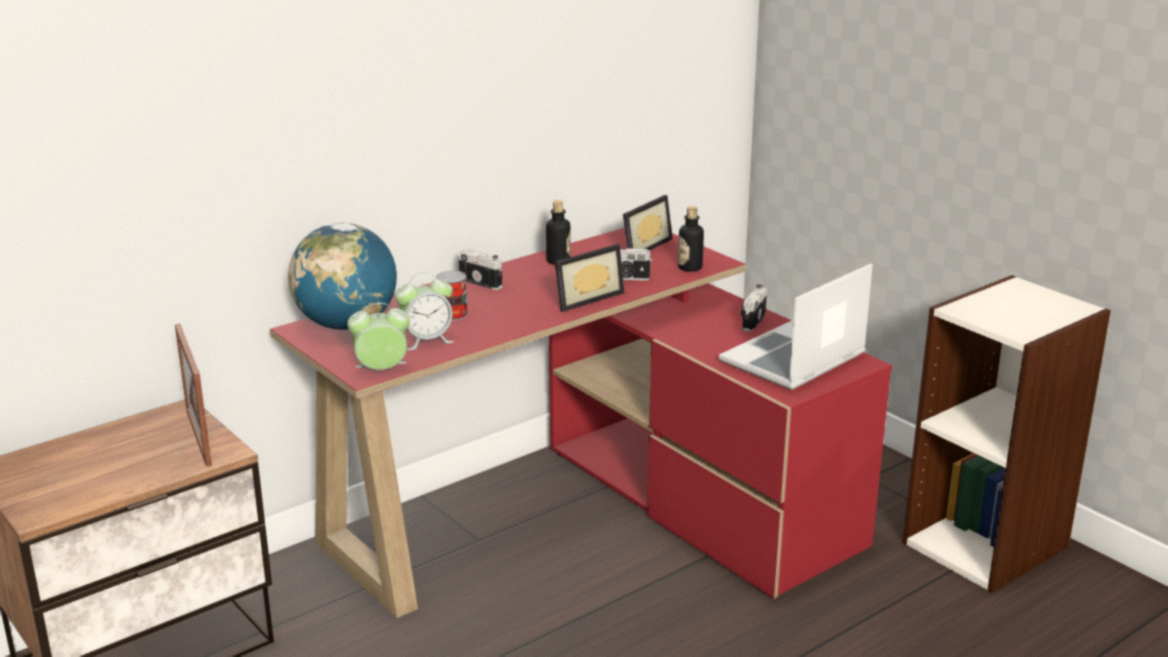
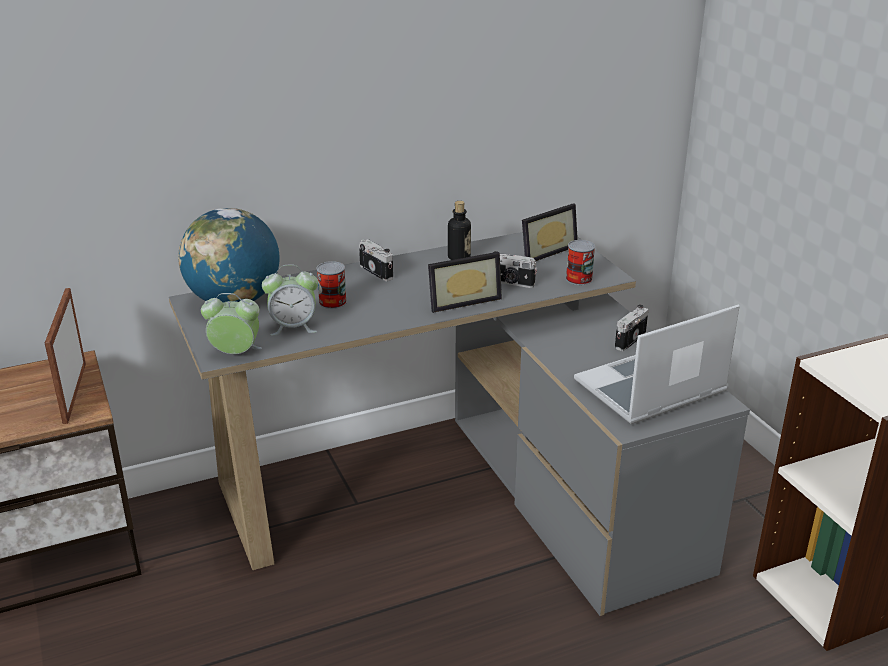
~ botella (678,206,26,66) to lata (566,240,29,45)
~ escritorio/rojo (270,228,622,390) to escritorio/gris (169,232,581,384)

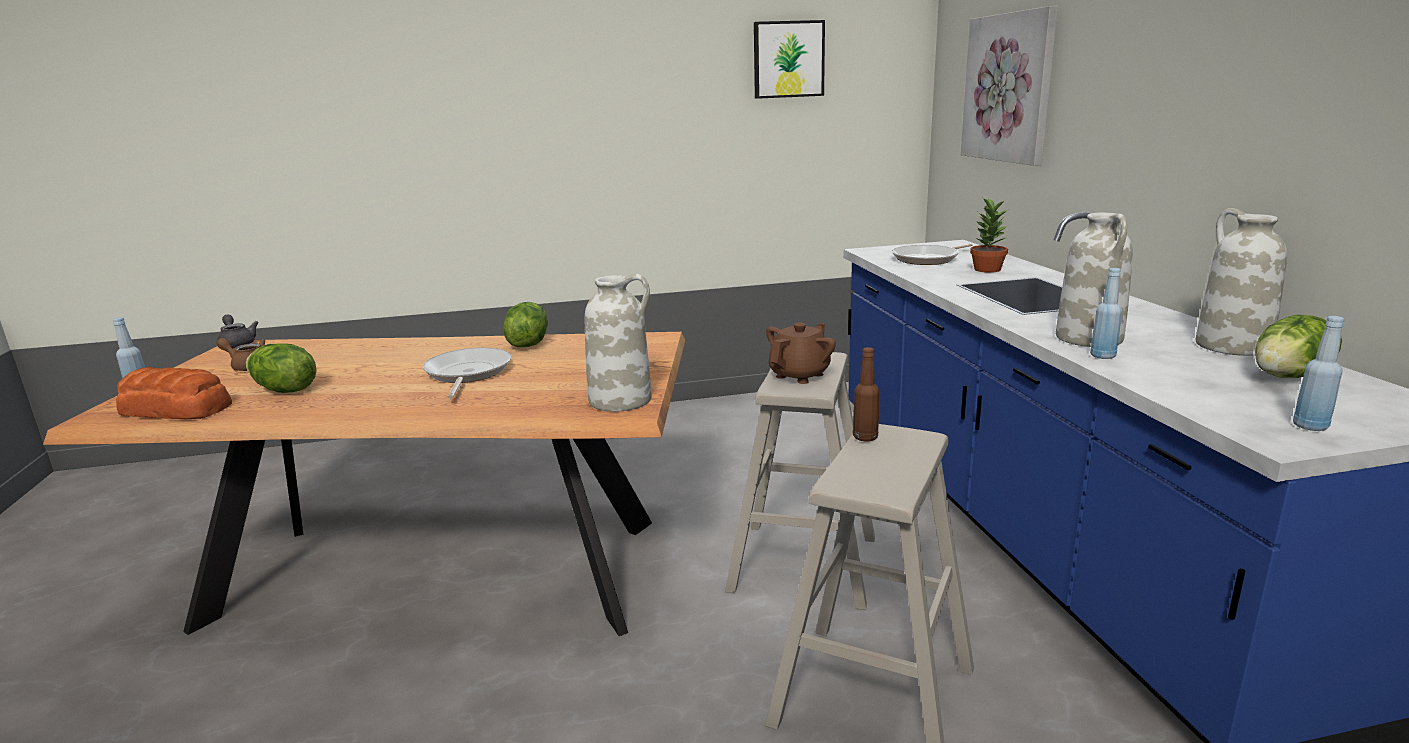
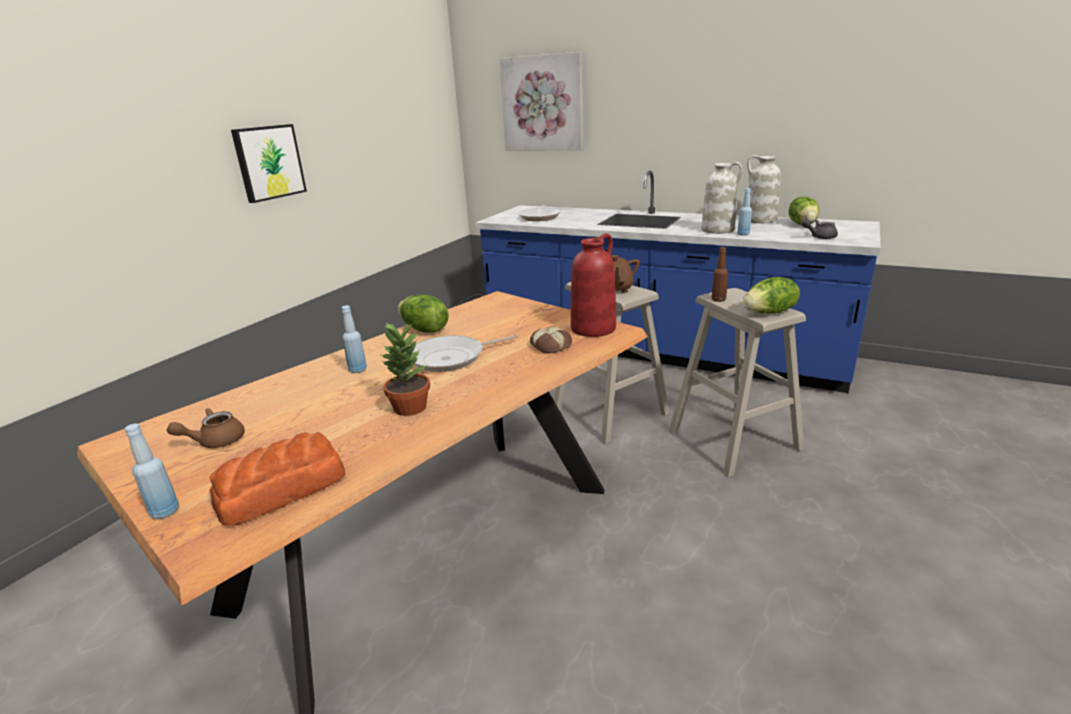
~ cuadro (754,20,71,79) to (231,124,76,79)
~ planta en maceta (970,198,38,75) to (379,322,51,94)
~ florero/blanco (585,274,67,138) to florero/rojo (571,233,45,104)
~ tetera/gris (217,314,42,35) to (801,219,37,20)
~ botella/azul (1293,316,52,115) to (341,305,26,68)
~ lechuga (246,343,71,50) to (743,277,57,37)
~ sartén (422,348,89,51) = (413,335,106,37) 60 degrees counterclockwise
+ pan (530,326,42,27)

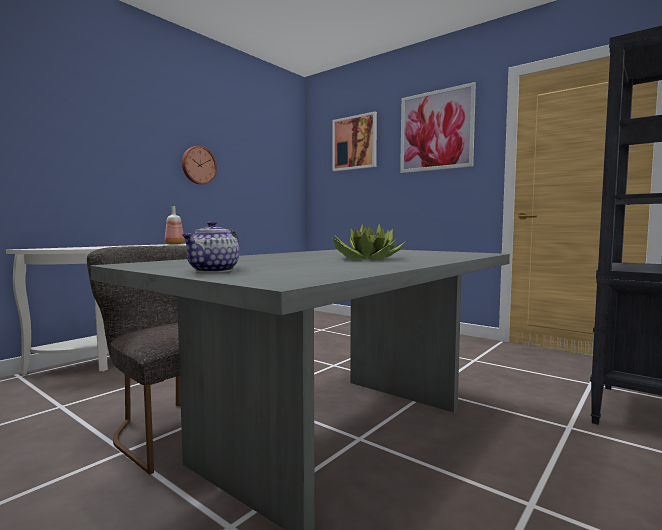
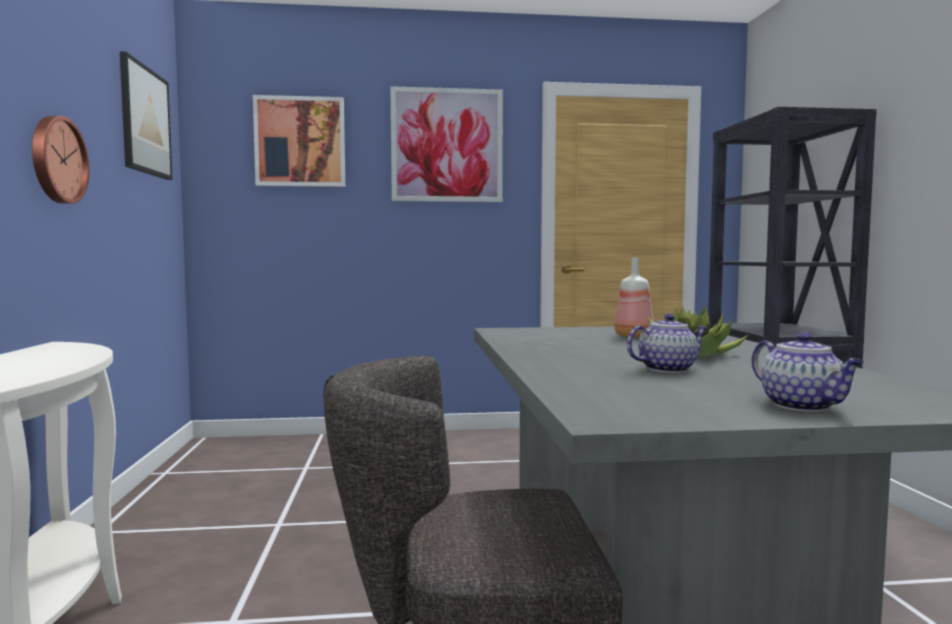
~ botella (165,206,19,39) to (614,257,40,81)
+ cuadro (120,51,53,129)
+ tetera (627,314,81,59)

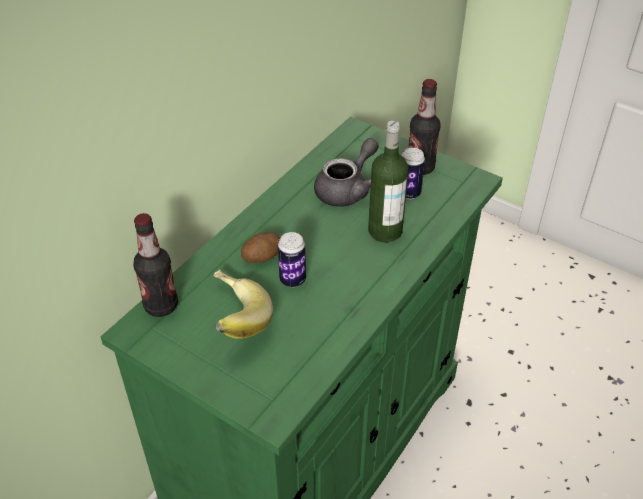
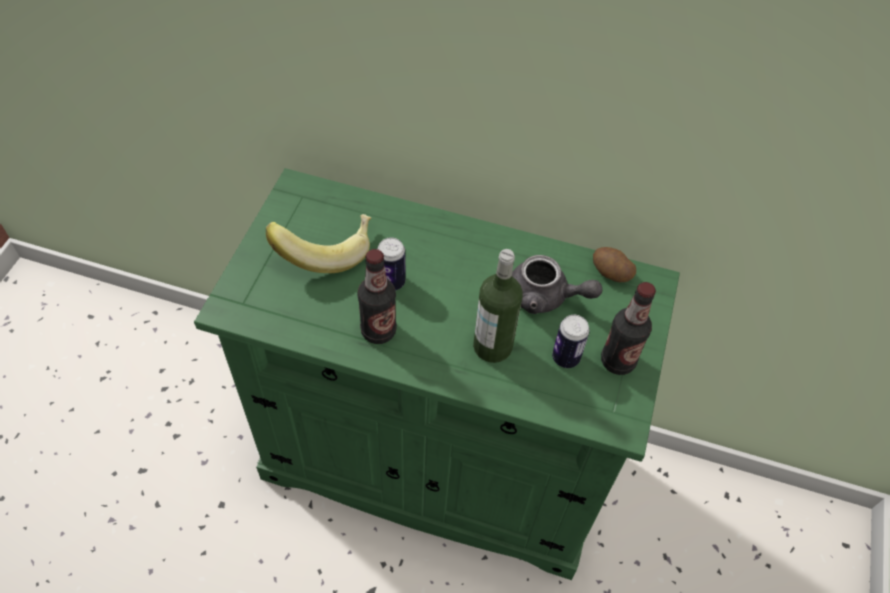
~ botella (133,213,45,104) to (357,249,40,95)
~ patata (241,232,39,31) to (593,247,43,35)

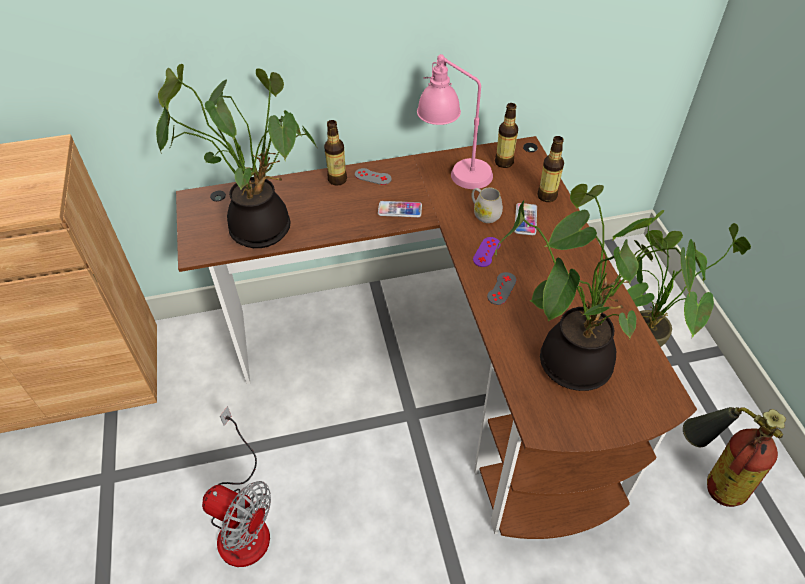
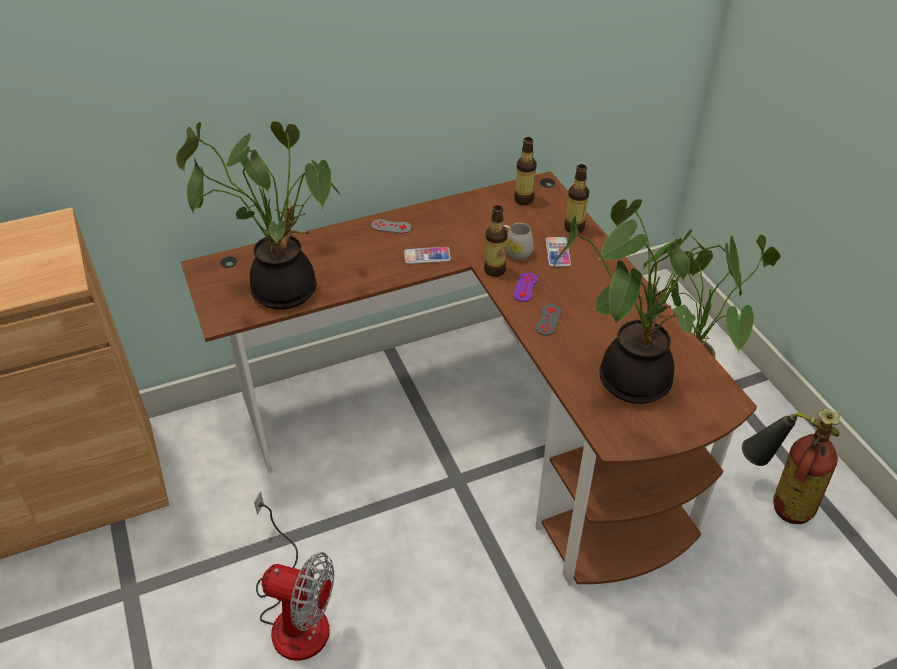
- lámpara de mesa/rosa (417,54,76,135)
~ botella (324,120,23,66) to (484,205,24,72)

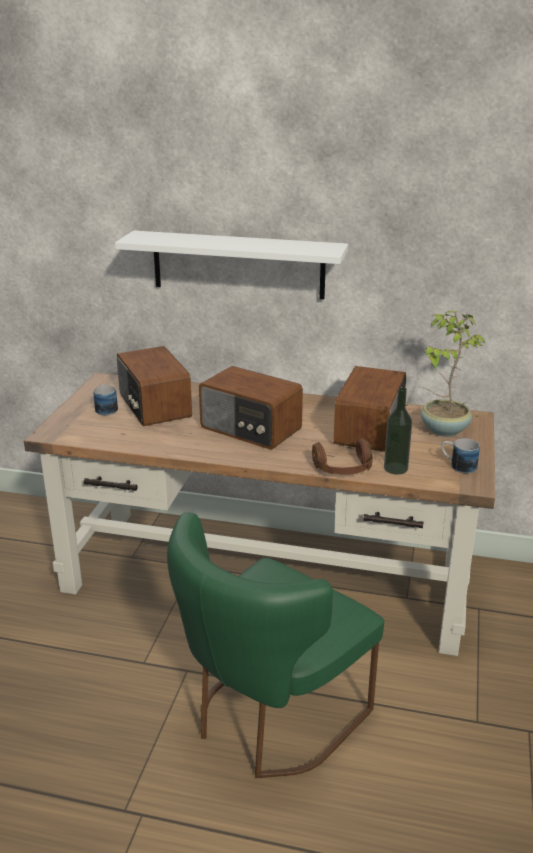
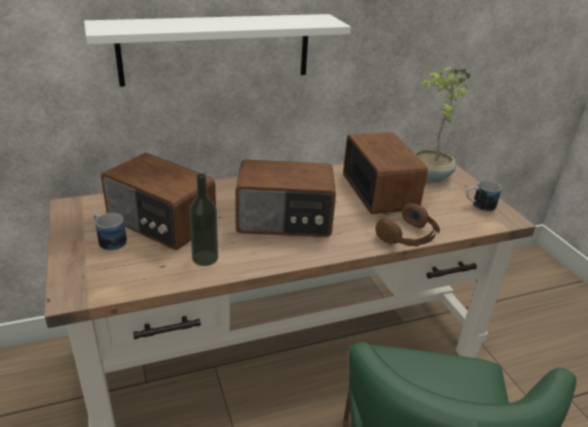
~ botella (384,387,28,88) to (189,173,29,93)

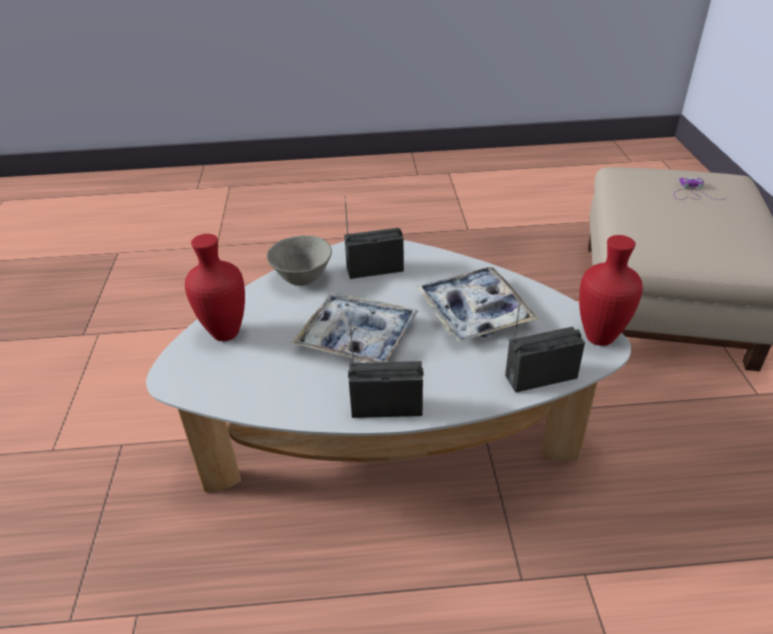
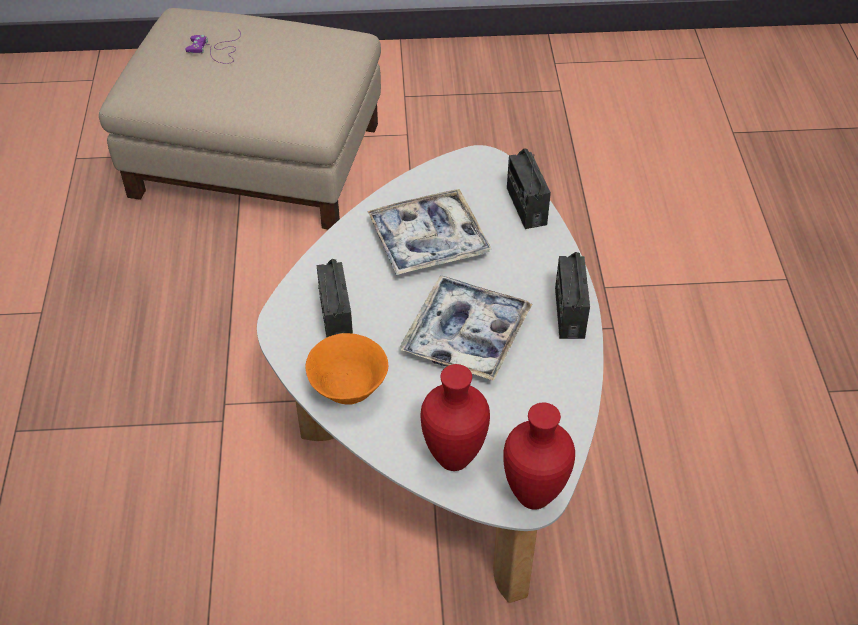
~ cuenco/gris (267,235,65,51) to cuenco/naranja (305,333,83,72)
~ florero/rojo (579,235,64,111) to (503,402,72,108)

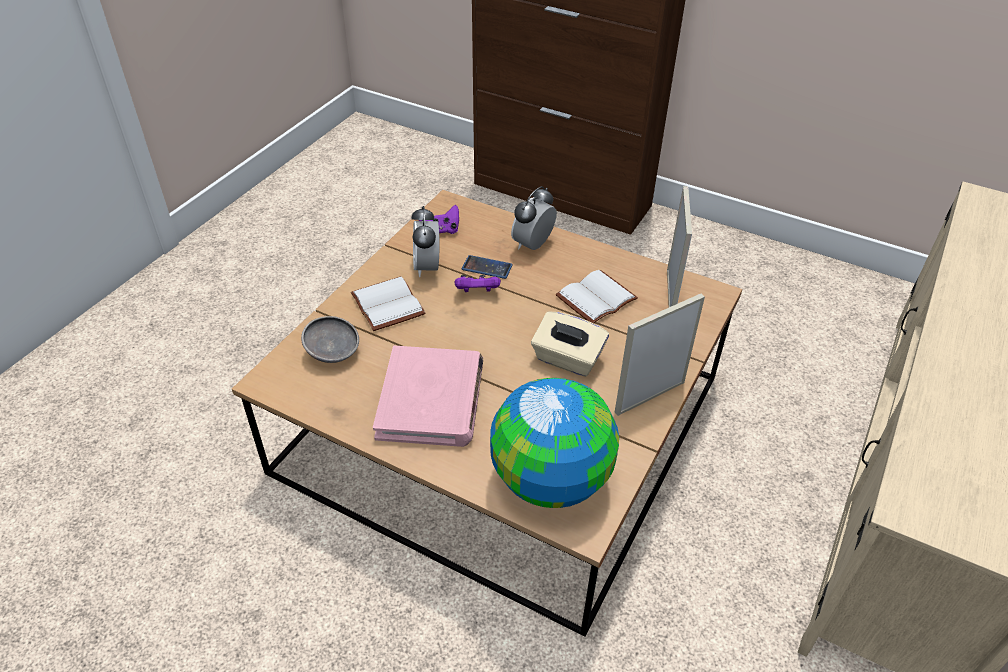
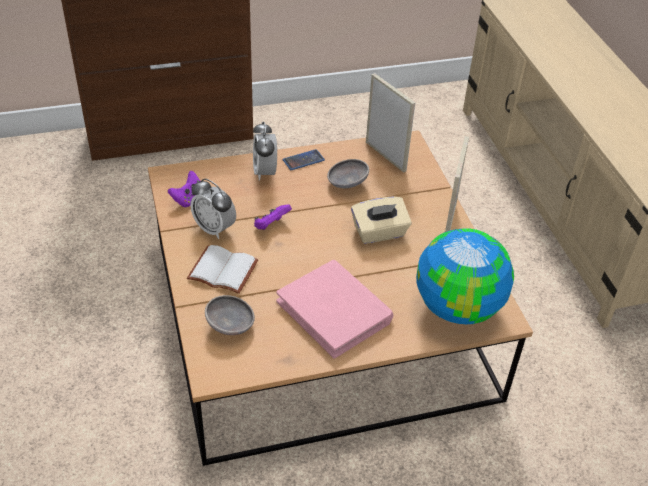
~ móvil (462,255,51,24) to (283,149,42,21)
~ libro/blanco (556,270,82,53) to cuenco/gris (327,159,42,29)

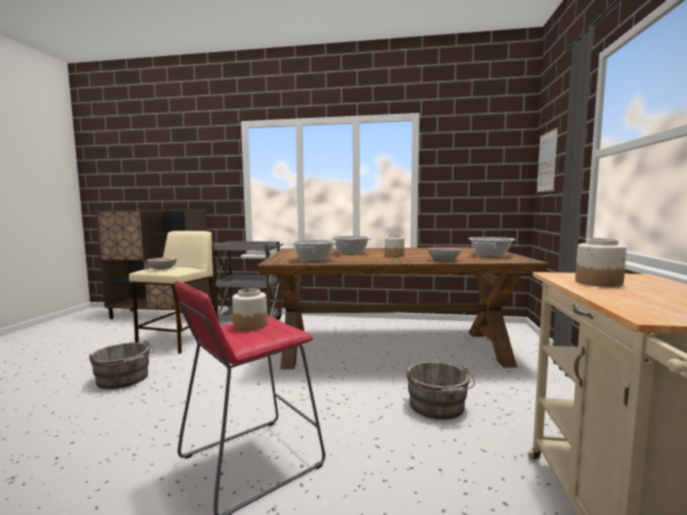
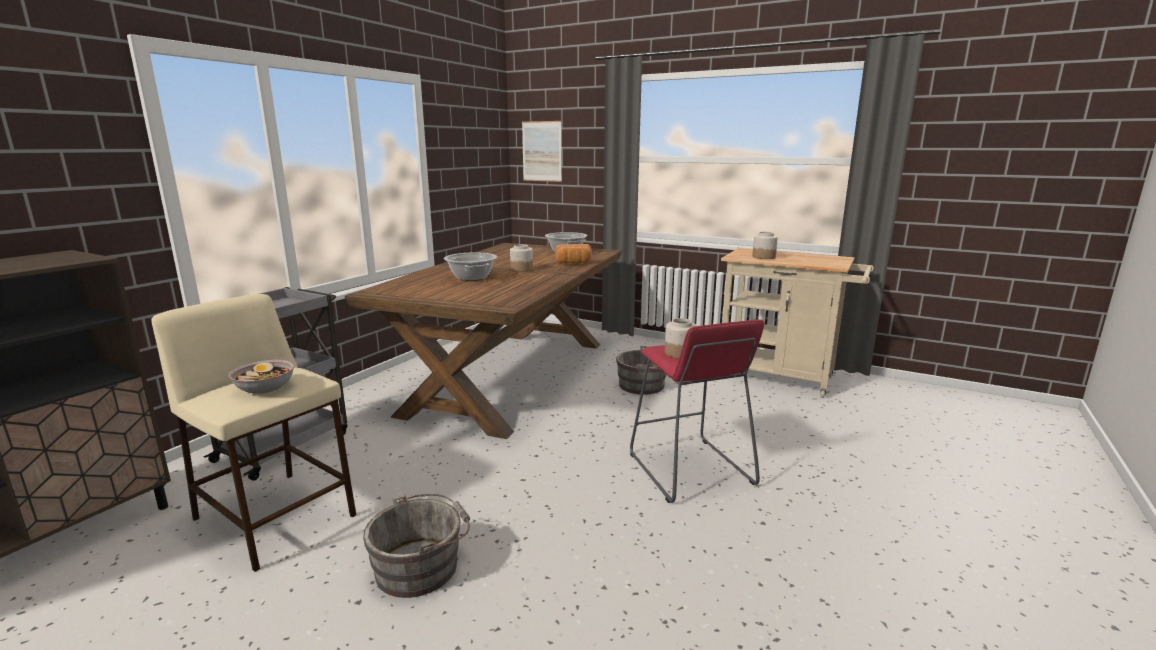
- olla (290,240,46,22)
~ cuenco (428,248,34,13) to pan (555,244,37,20)

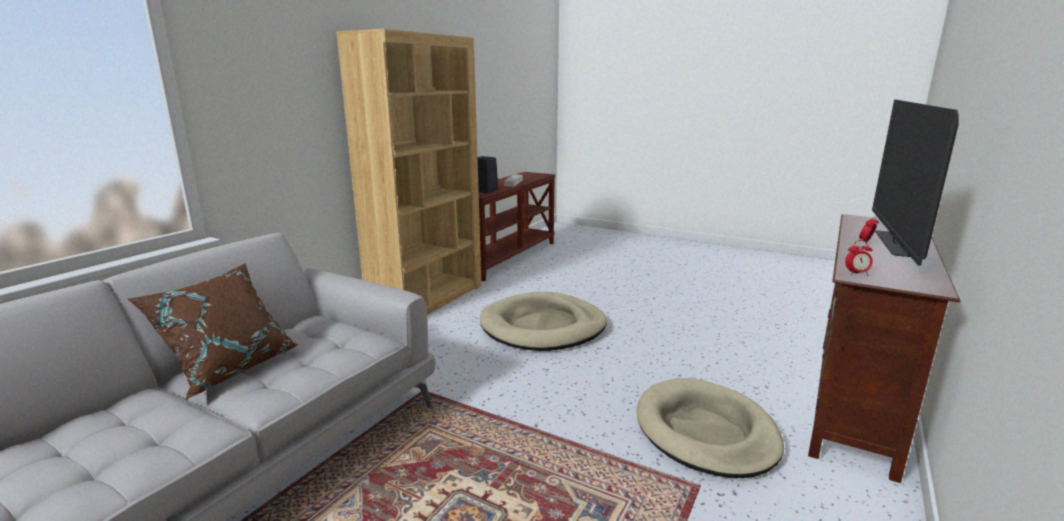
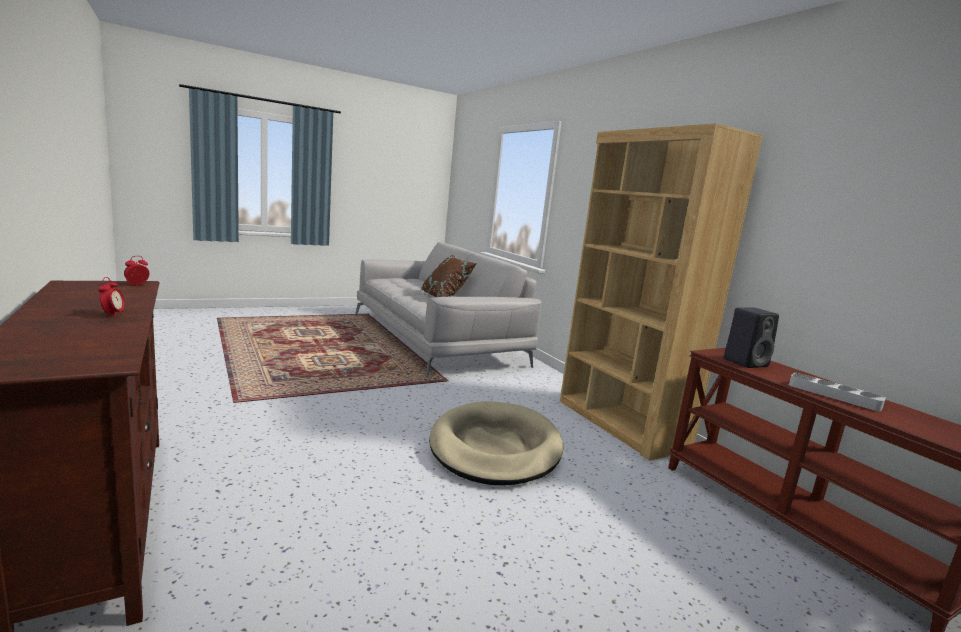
- televisor (872,100,87,166)
- cama para perro/beis (636,378,148,100)

